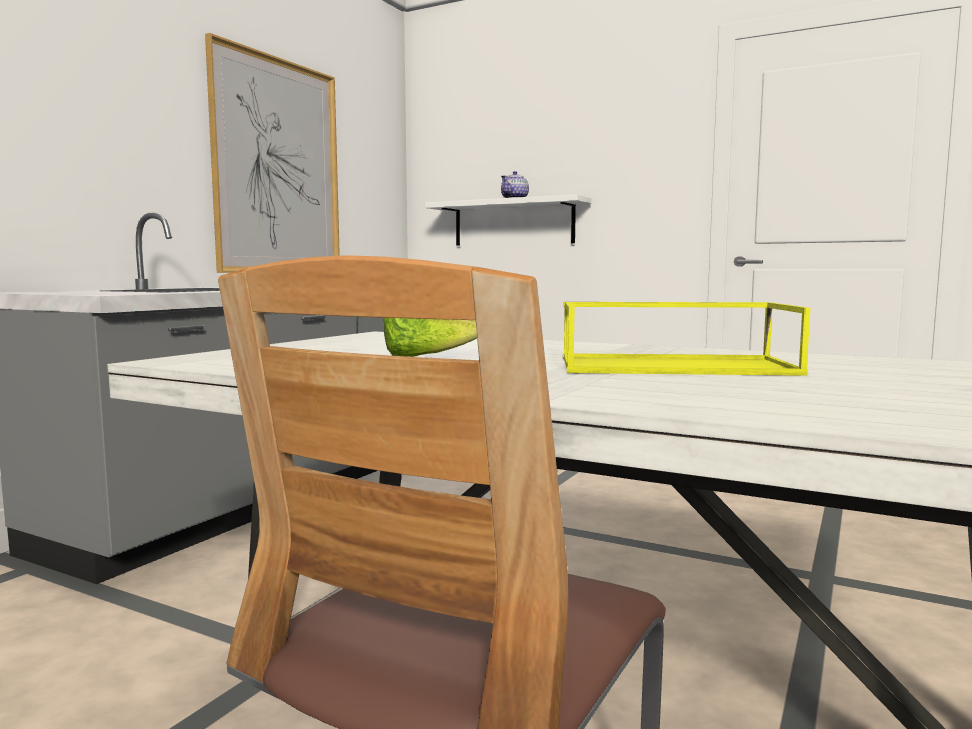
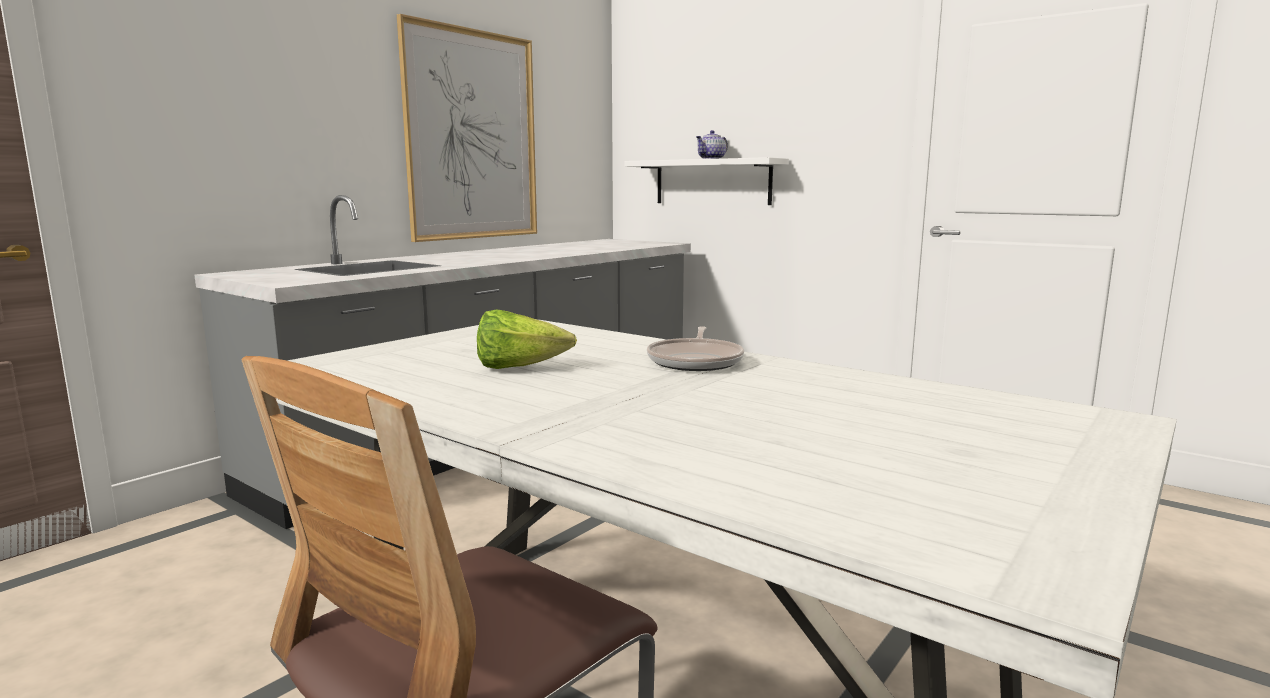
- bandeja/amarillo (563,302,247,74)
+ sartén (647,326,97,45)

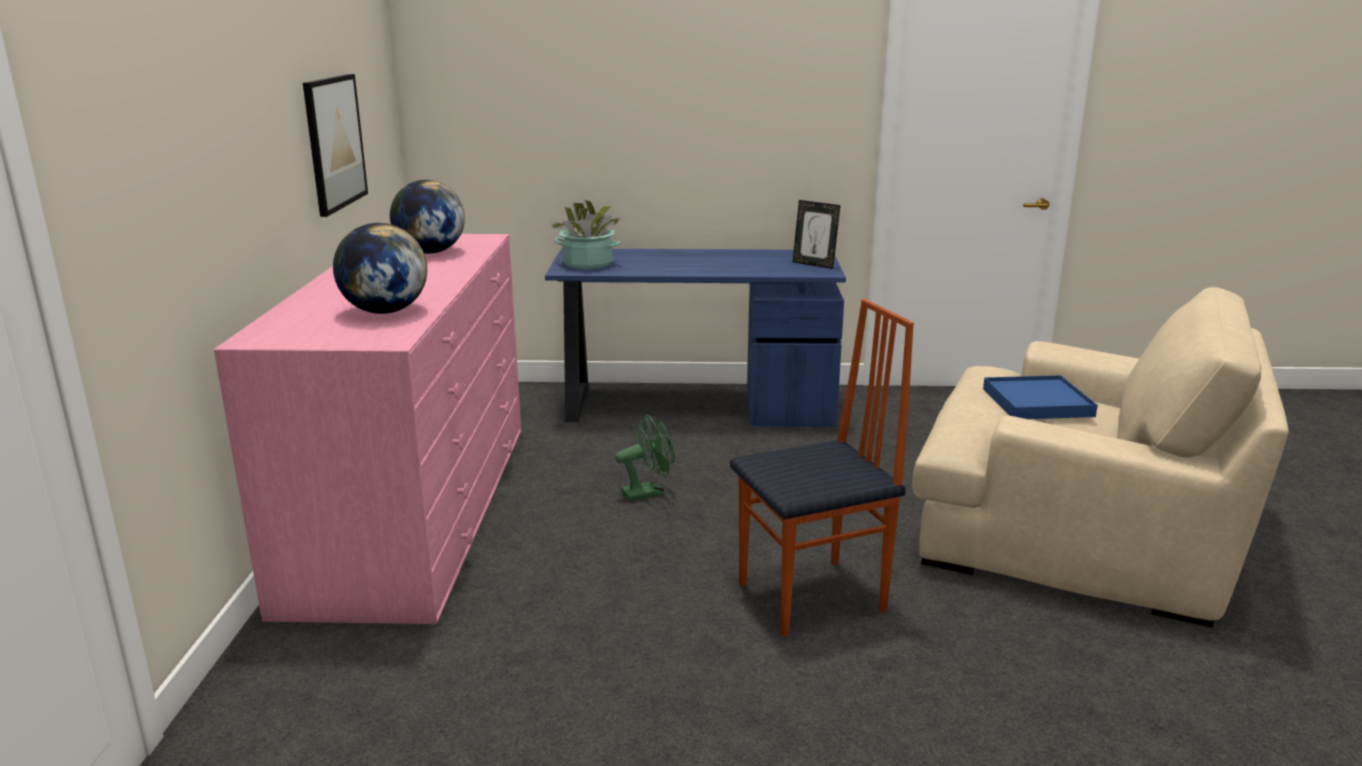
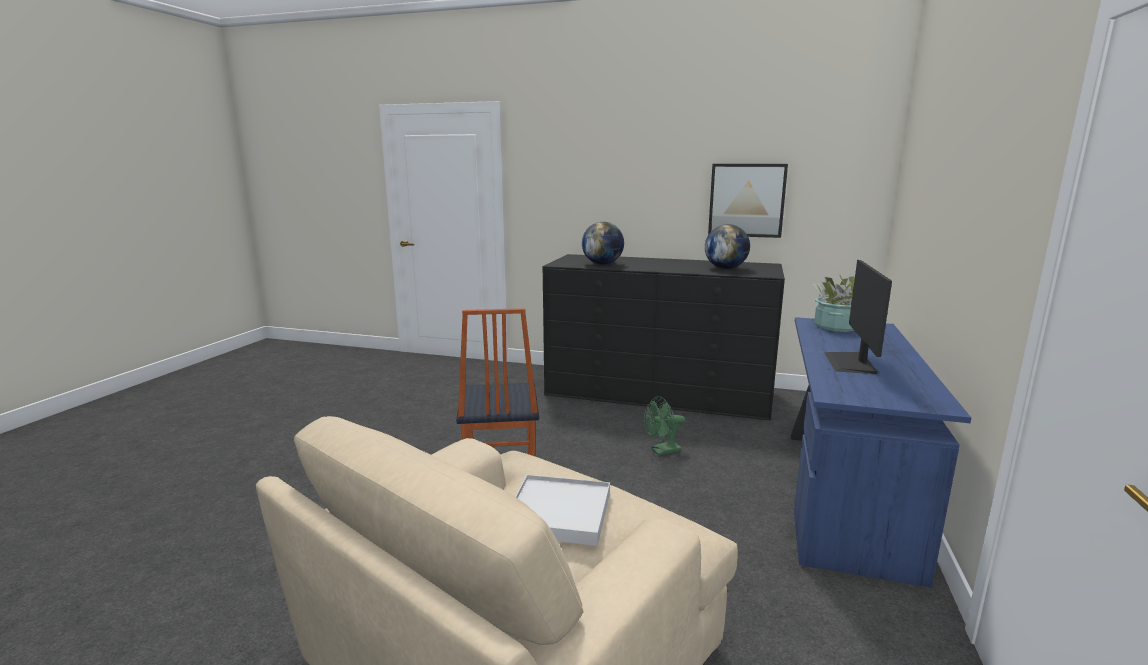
- portarretratos (793,200,48,69)
~ cómoda/rosa (214,234,307,390) to cómoda/negro (543,254,242,166)
~ bandeja/azul (983,375,115,44) to bandeja/blanco (515,475,95,71)
~ ventilador/verde (615,414,60,87) = (644,396,41,60) 75 degrees clockwise
+ monitor (824,260,68,114)

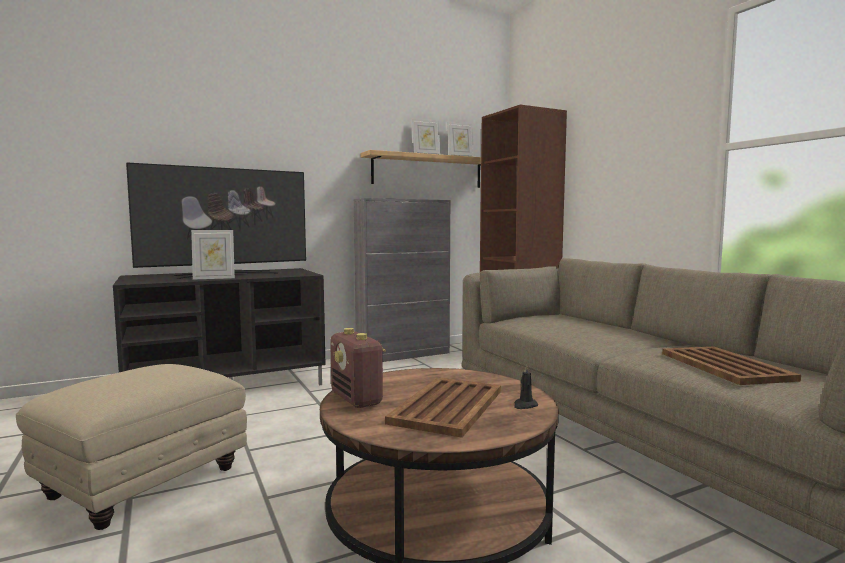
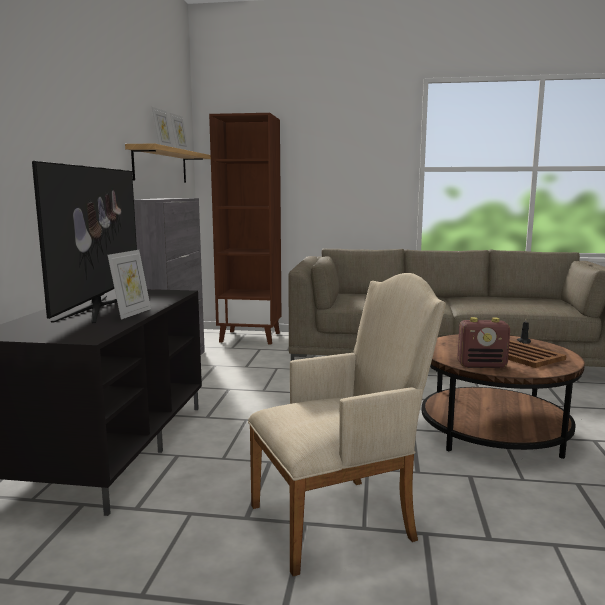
- bandeja/marrón (662,346,139,39)
~ puf/beis (16,364,231,166) to sillón/beis (248,273,198,303)

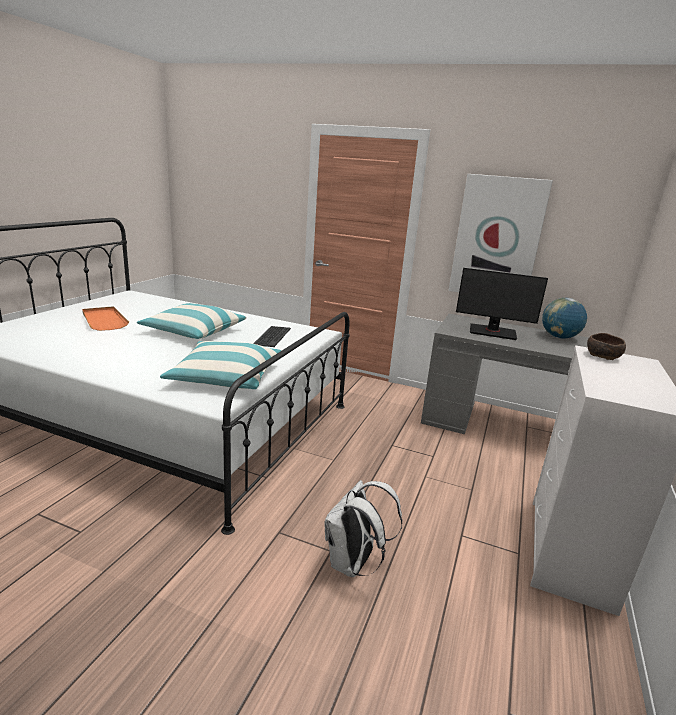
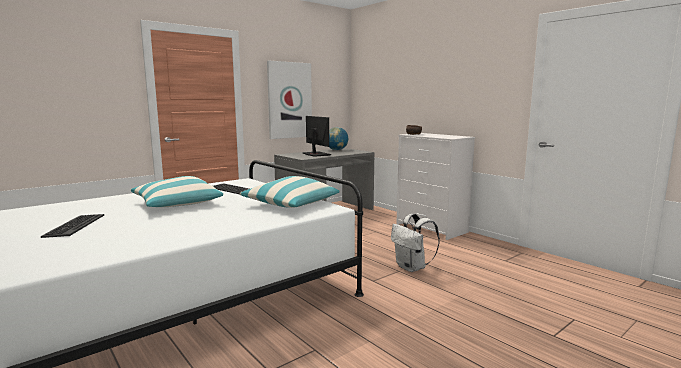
~ monitor (456,268,92,72) = (302,116,29,41) 75 degrees counterclockwise
~ bandeja/naranja (82,306,47,25) to teclado (41,214,63,24)

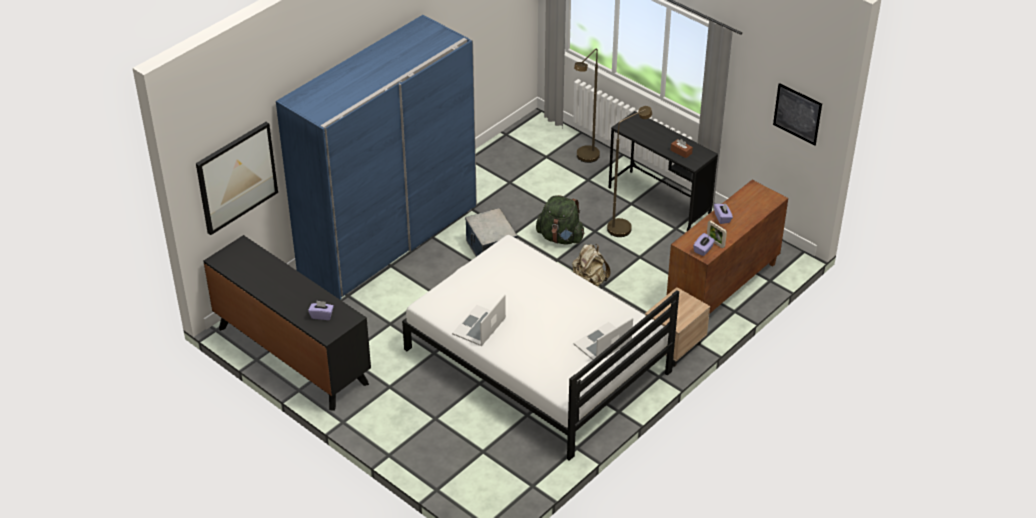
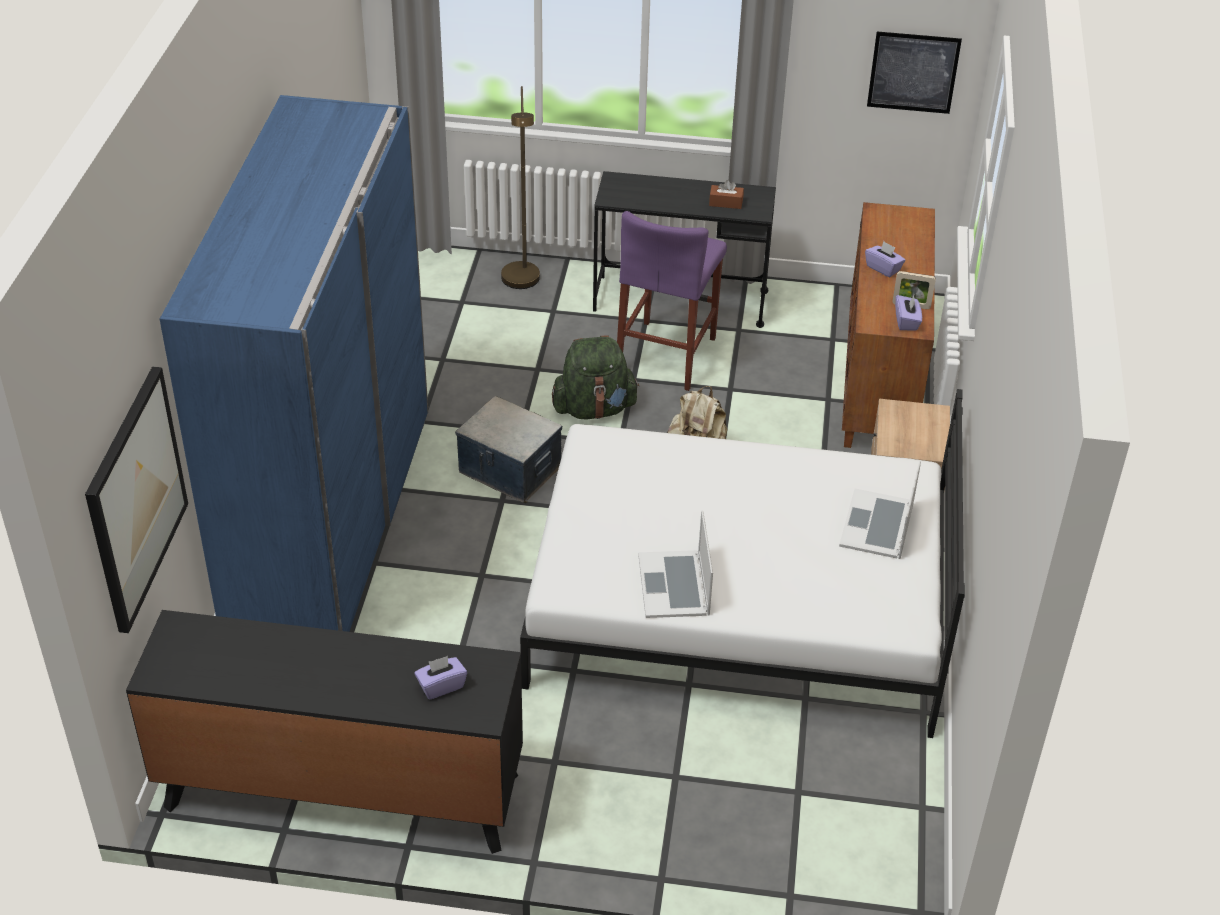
~ lámpara de pie/marrón (607,106,45,131) to taburete/morado (617,211,110,180)

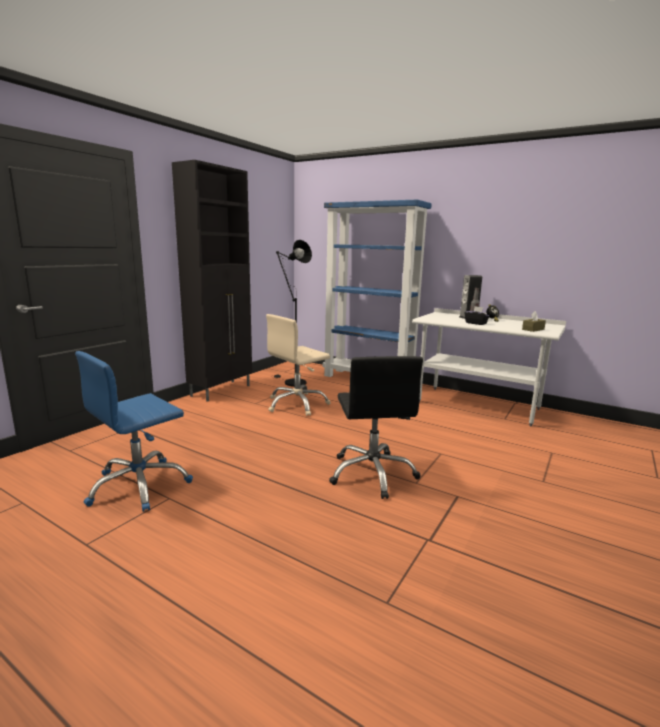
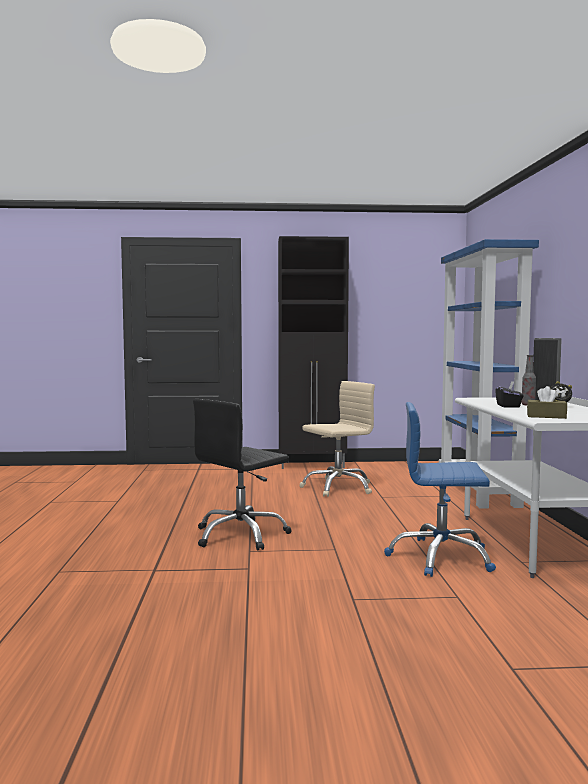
- lámpara de pie/negro (271,240,41,147)
~ silla de oficina/beis (266,314,65,102) = (300,381,75,116) 135 degrees clockwise
~ silla de oficina/azul (75,351,118,161) to (384,402,112,175)

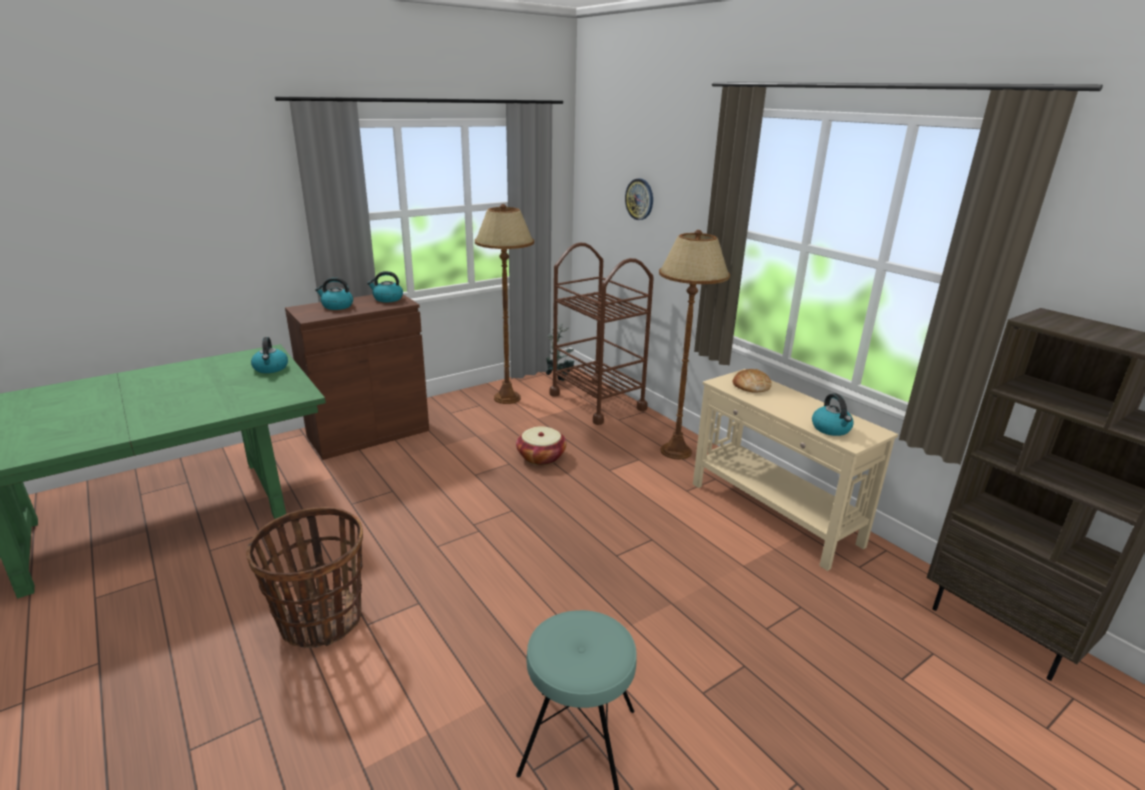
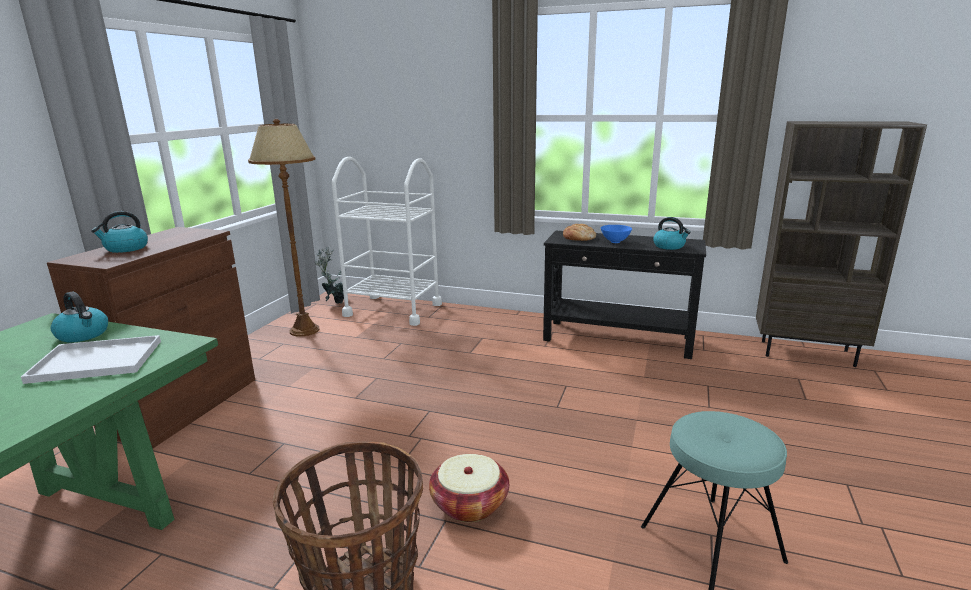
- reloj de pared (625,179,28,41)
- lámpara de pie/marrón (659,230,71,229)
~ carrito/marrón (550,243,104,182) to carrito/blanco (332,157,110,169)
- hervidor (367,271,36,31)
~ mesa consola/beis (693,369,205,202) to mesa consola/negro (543,231,163,128)
~ cesta (516,426,51,39) to (429,454,80,68)
+ cuenco/azul (601,225,31,18)
+ bandeja/blanco (21,335,140,49)

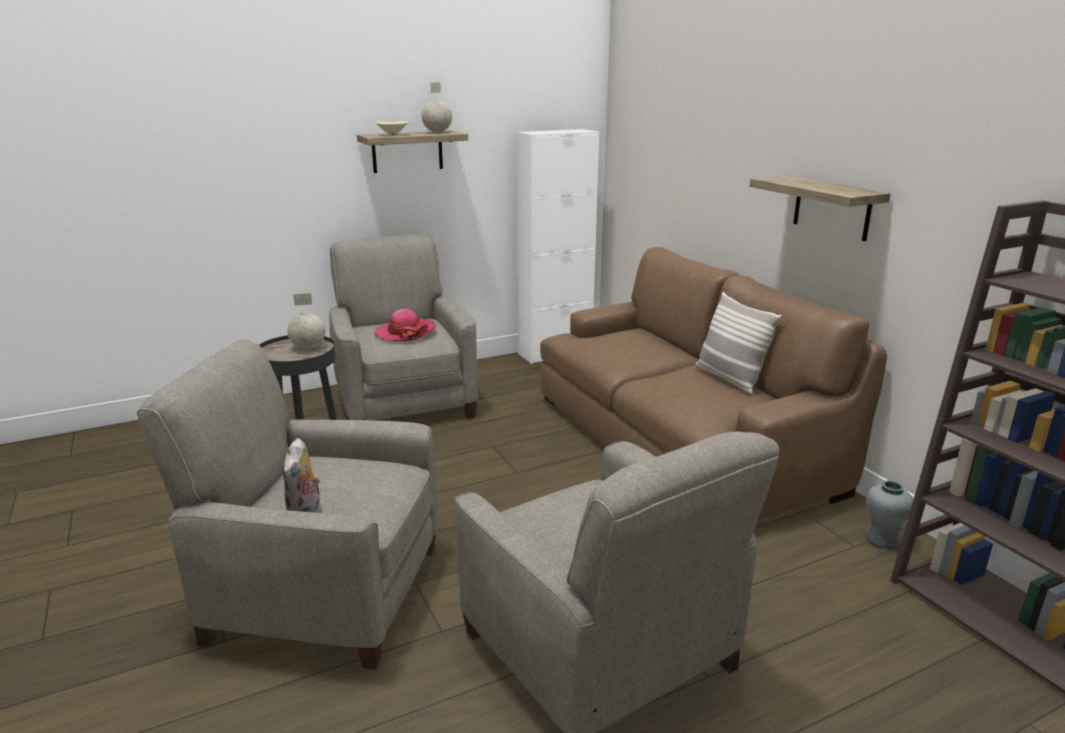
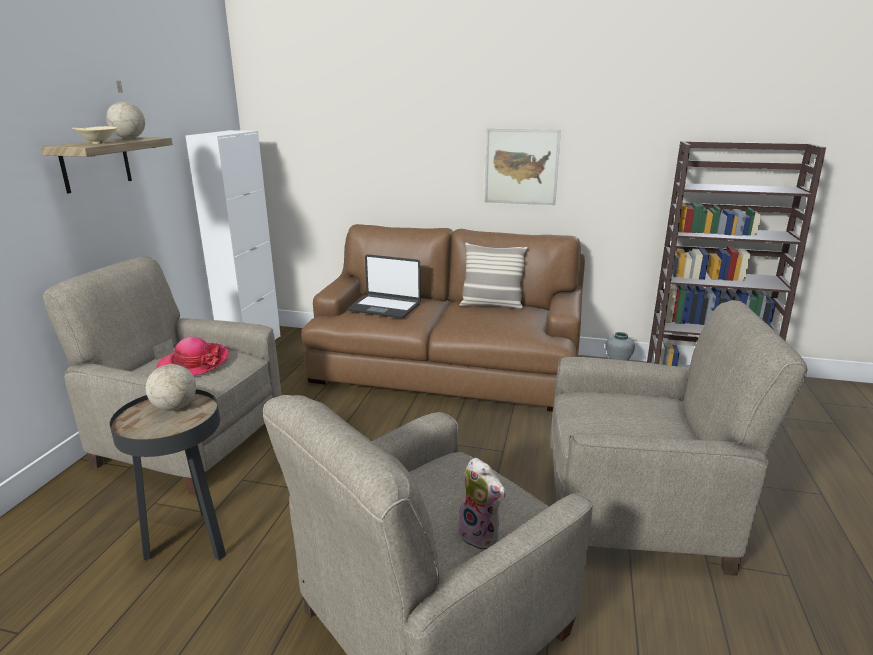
~ estante (750,175,141,66) to cuadro (484,129,77,76)
+ portátil (347,254,74,64)

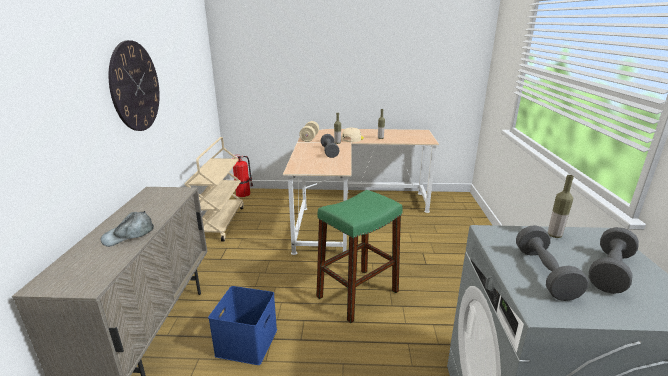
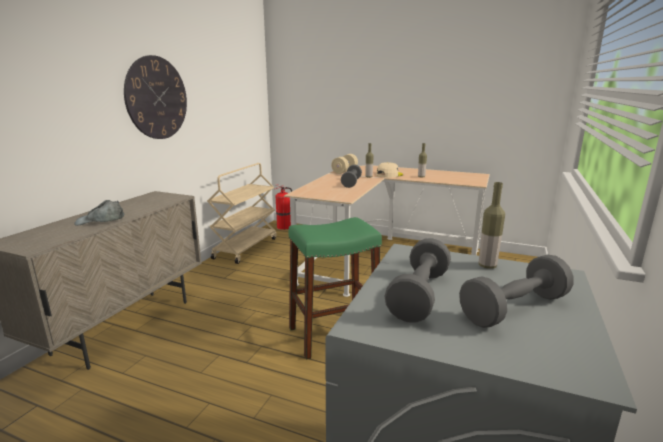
- caja de almacenaje/azul (208,286,69,79)

